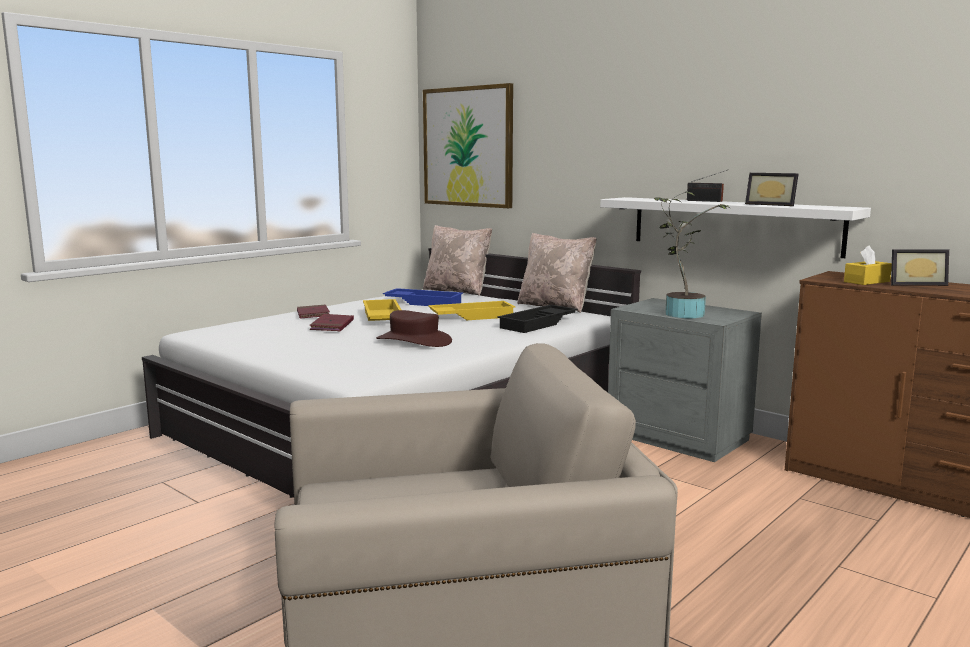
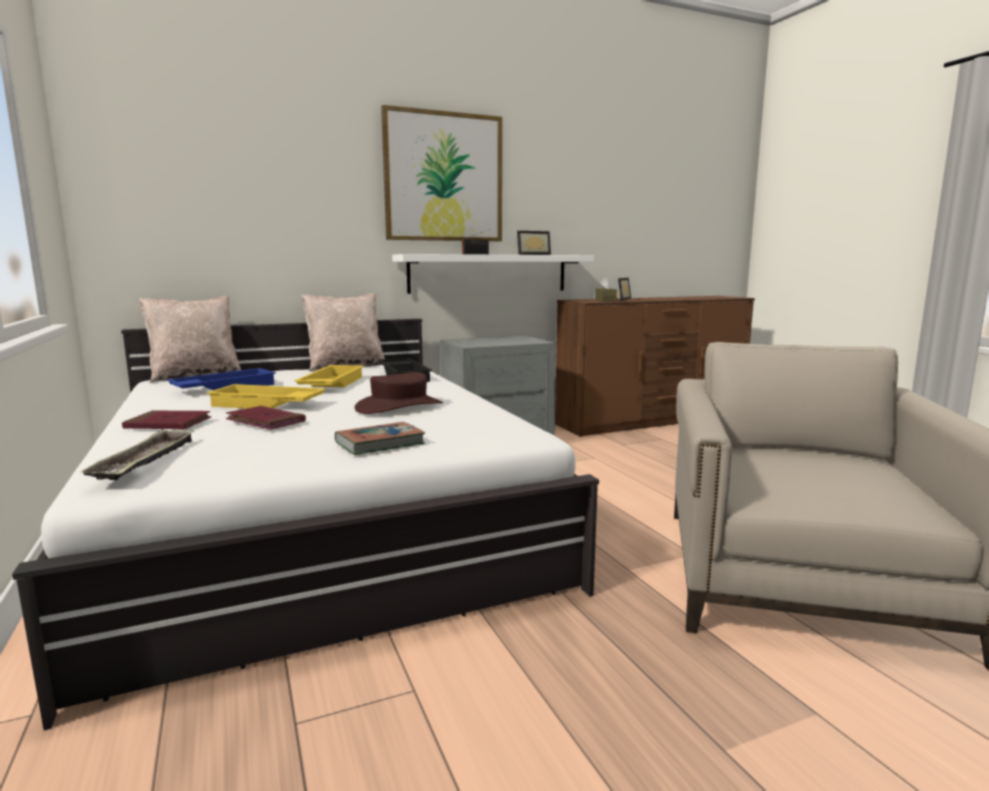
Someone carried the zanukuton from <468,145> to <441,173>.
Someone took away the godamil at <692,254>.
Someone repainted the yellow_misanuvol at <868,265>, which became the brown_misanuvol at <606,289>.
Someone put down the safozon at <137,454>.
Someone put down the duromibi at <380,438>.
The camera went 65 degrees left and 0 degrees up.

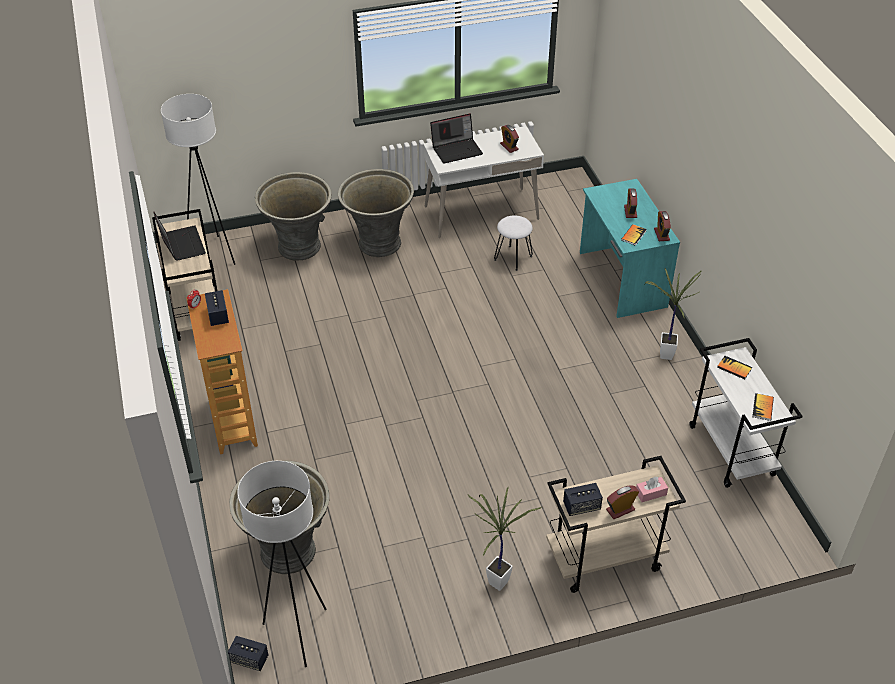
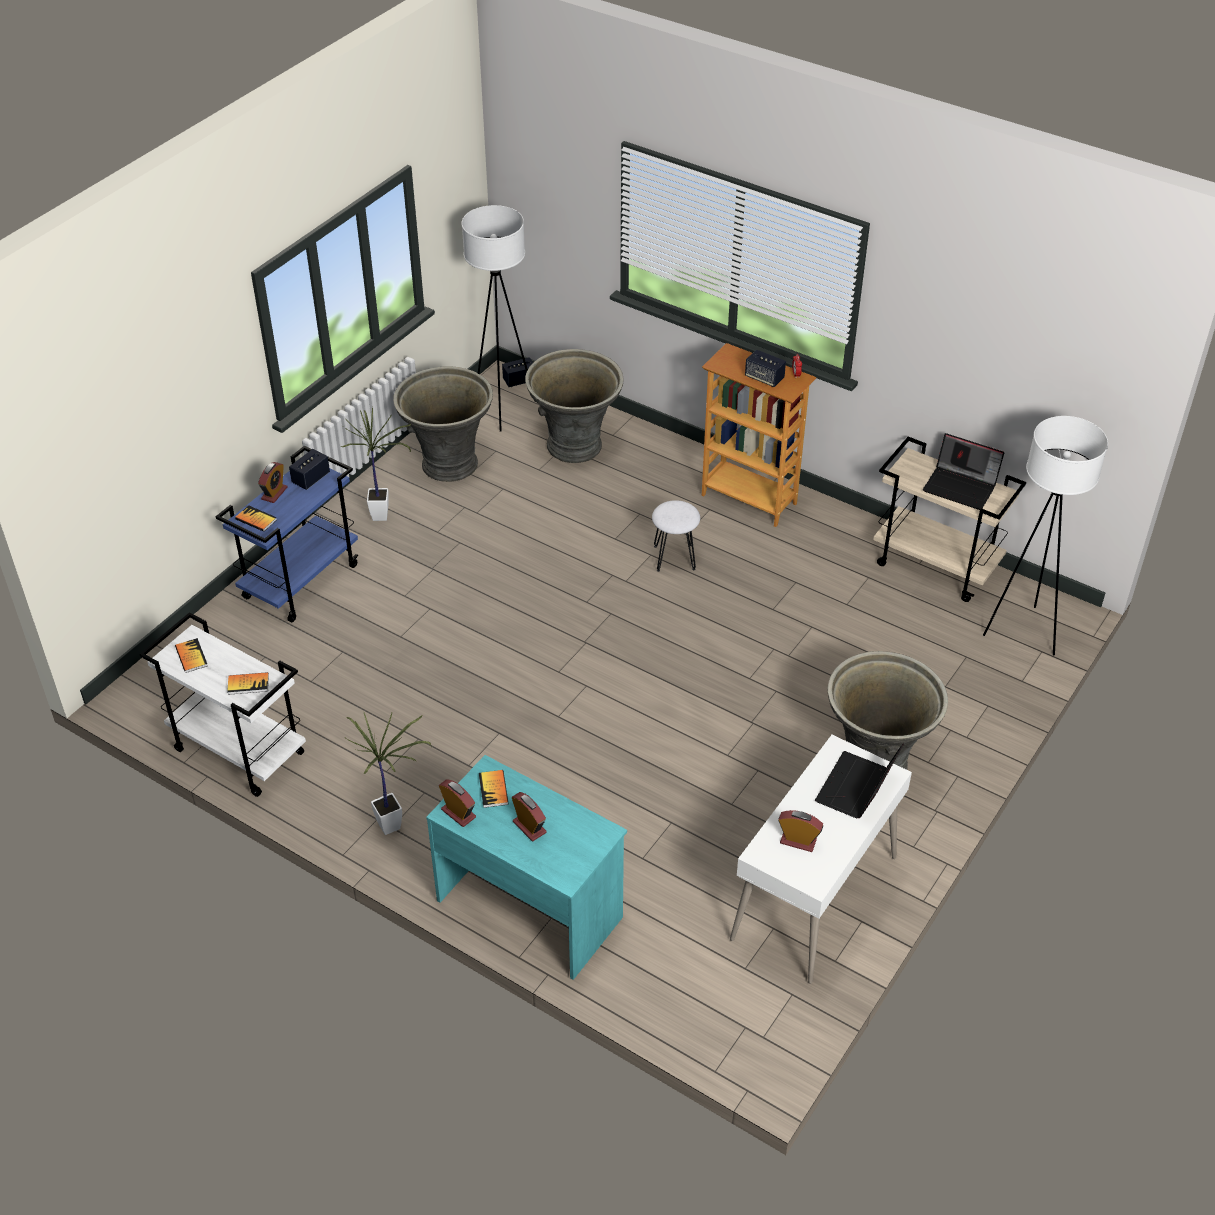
Someone carried the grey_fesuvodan from <293,216> to <443,424>.
Someone carried the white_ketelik from <513,243> to <676,536>.
Someone repainted the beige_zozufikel at <616,524>, which became the blue_zozufikel at <287,534>.
Someone swapped the pink_misanuvol at <652,489> for the duromibi at <256,518>.
The camera went 140 degrees right and 0 degrees up.

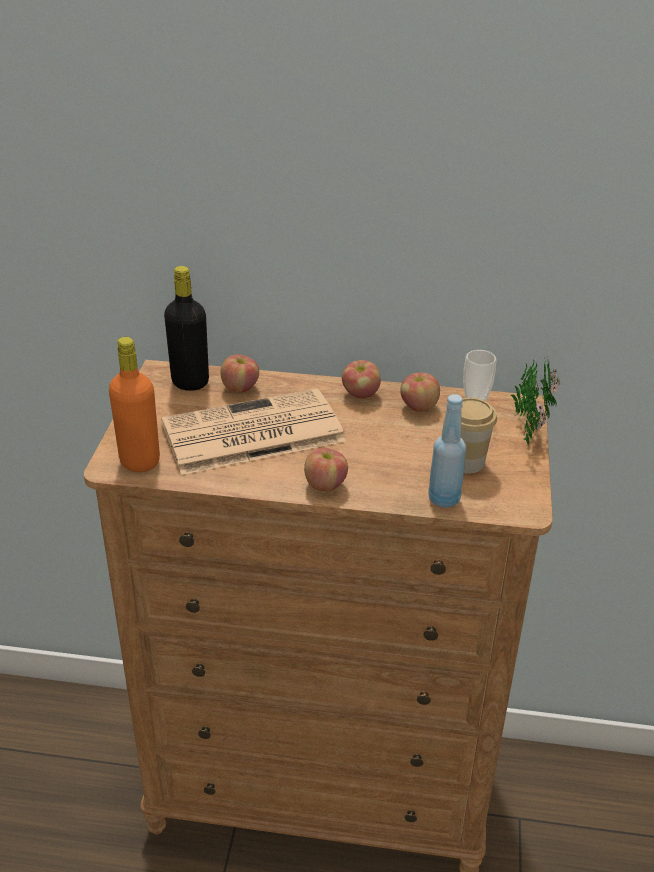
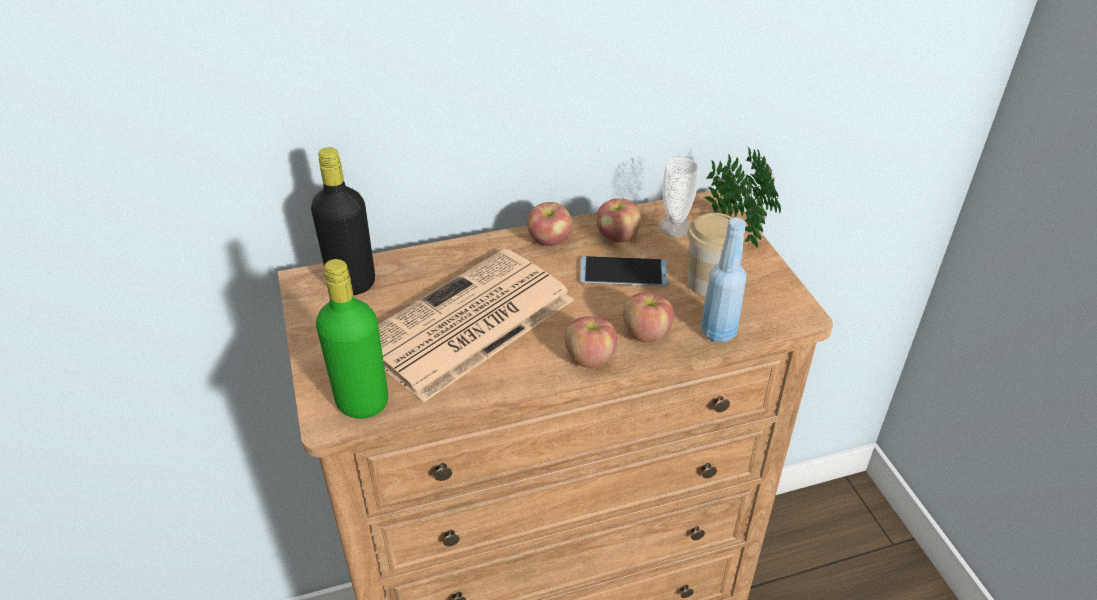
Someone repainted the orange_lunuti at <134,404>, which became the green_lunuti at <352,339>.
Someone carried the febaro from <239,374> to <648,317>.
Someone put down the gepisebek at <624,271>.
The camera went 25 degrees left and 5 degrees up.

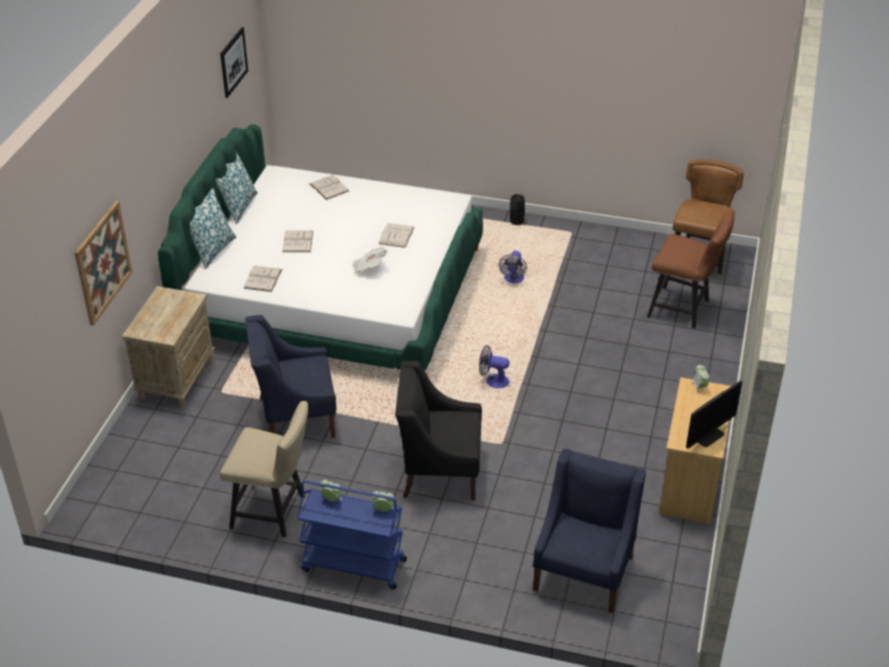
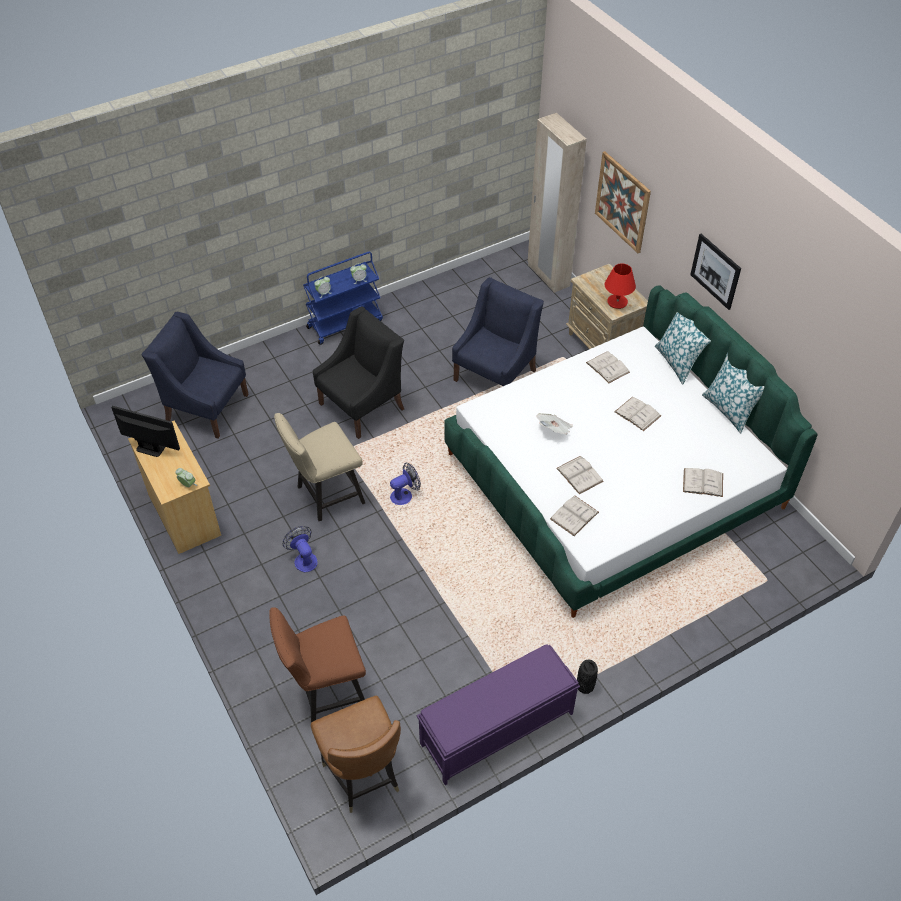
Someone carried the zanukuton from <234,62> to <715,272>.
Someone carried the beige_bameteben from <264,469> to <319,467>.
Someone carried the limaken from <512,267> to <300,549>.
Someone rotated the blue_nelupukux at <589,531> by 135 degrees clockwise.
Someone rotated the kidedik at <714,414> by 105 degrees clockwise.
Someone put down the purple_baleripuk at <498,714>.
Someone put down the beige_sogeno at <557,203>.
Someone put down the white_duromibi at <574,516>.
Someone put down the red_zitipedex at <620,286>.
The camera went 135 degrees right and 10 degrees up.

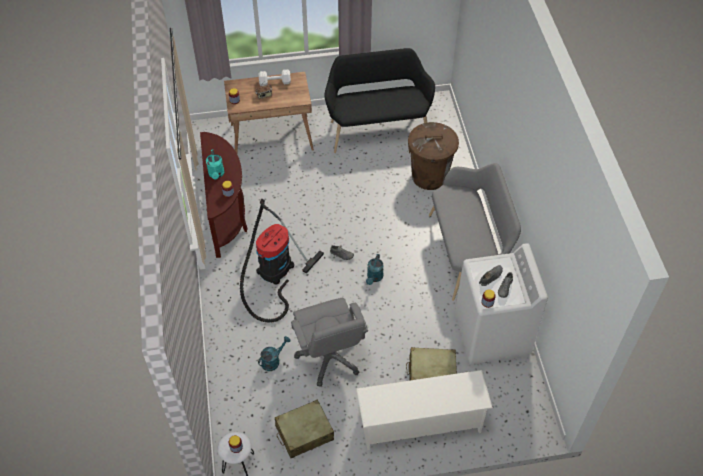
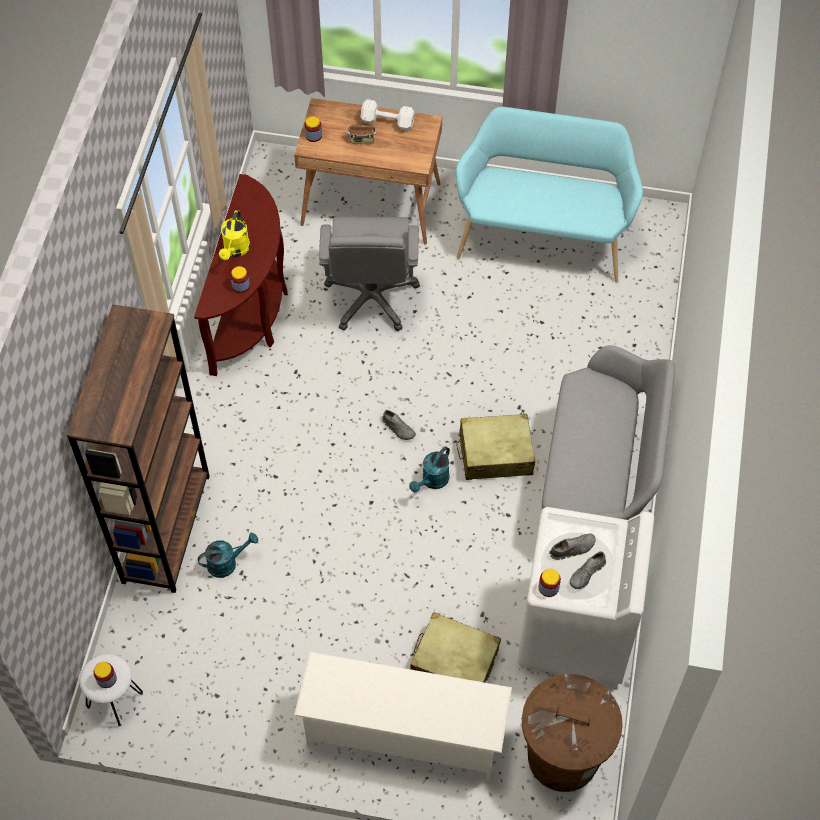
Someone repainted the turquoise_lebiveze at <215,164>, which became the yellow_lebiveze at <234,235>.
Someone took away the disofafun at <282,261>.
Someone carried the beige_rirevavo from <304,429> to <495,447>.
Someone carried the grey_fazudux from <329,342> to <369,273>.
Someone repainted the black_baleripuk at <379,100>, which became the turquoise_baleripuk at <549,194>.
Someone carried the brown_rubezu from <433,156> to <572,733>.
Someone put down the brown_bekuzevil at <138,448>.
The camera went 20 degrees right and 5 degrees up.

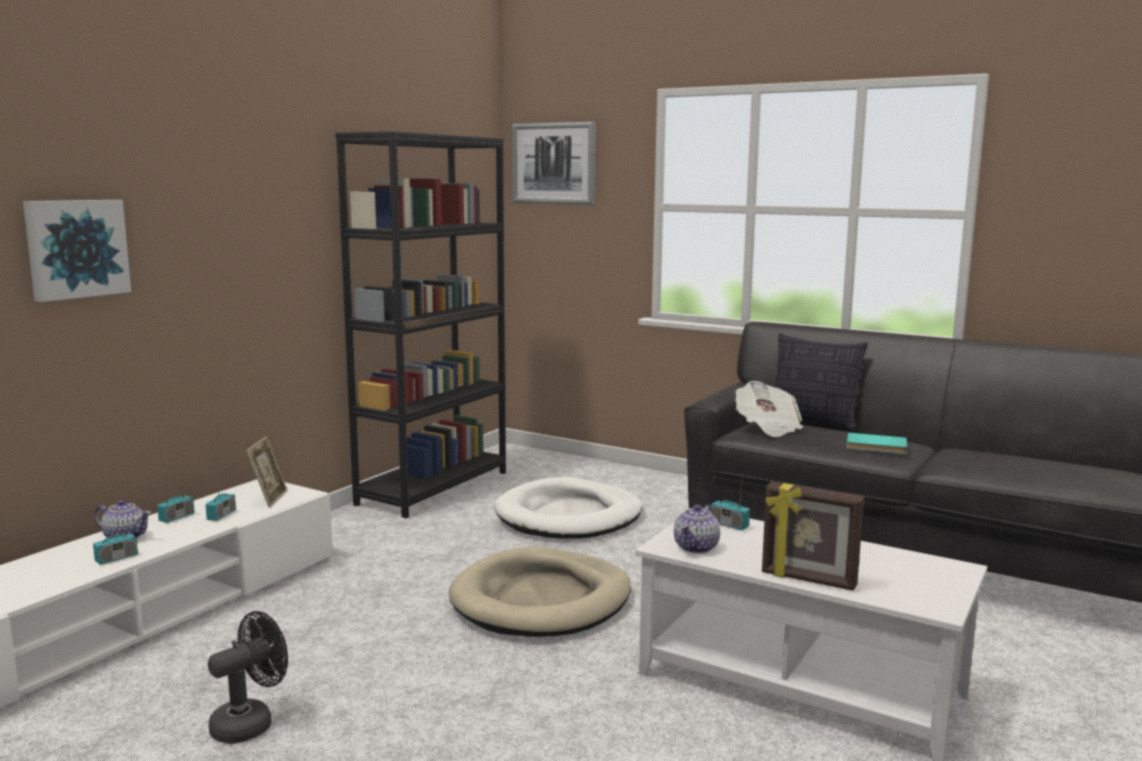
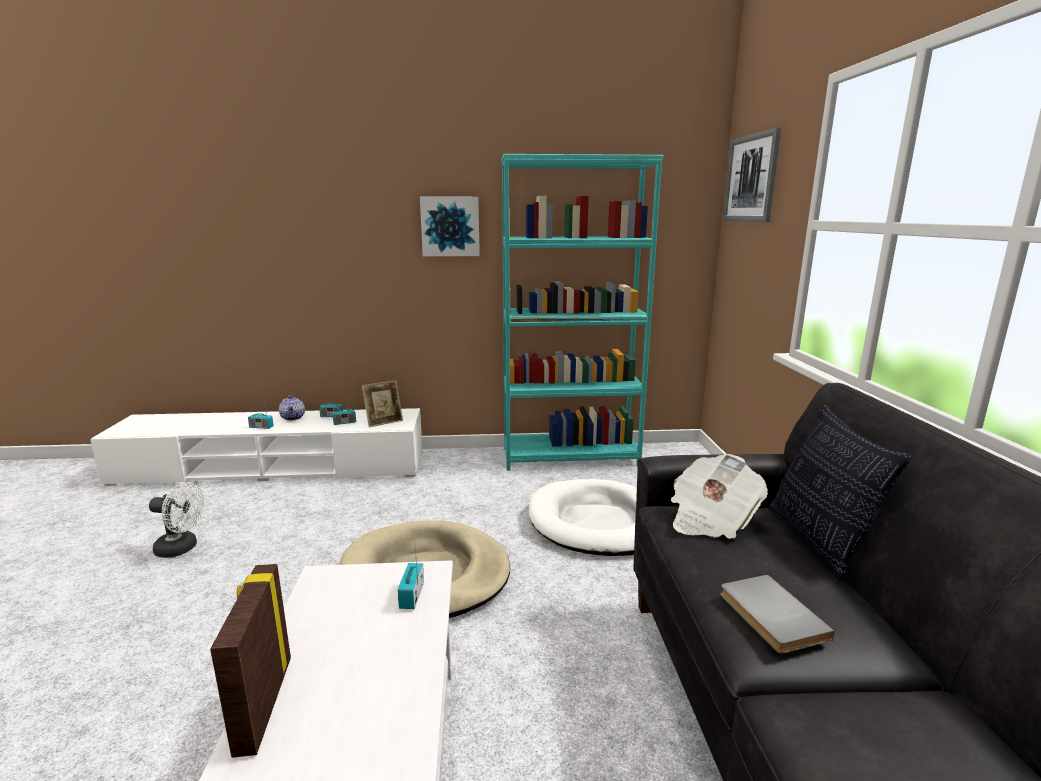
Someone carried the zanukuton from <77,251> to <450,226>.
Someone repainted the black_limaken at <248,677>, which became the white_limaken at <176,520>.
Someone repainted the black_bekuzevil at <420,324>, which became the turquoise_bekuzevil at <582,312>.
Someone took away the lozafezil at <697,529>.
Someone repainted the turquoise_duromibi at <876,443>, which became the grey_duromibi at <777,614>.
The camera went 55 degrees right and 5 degrees up.

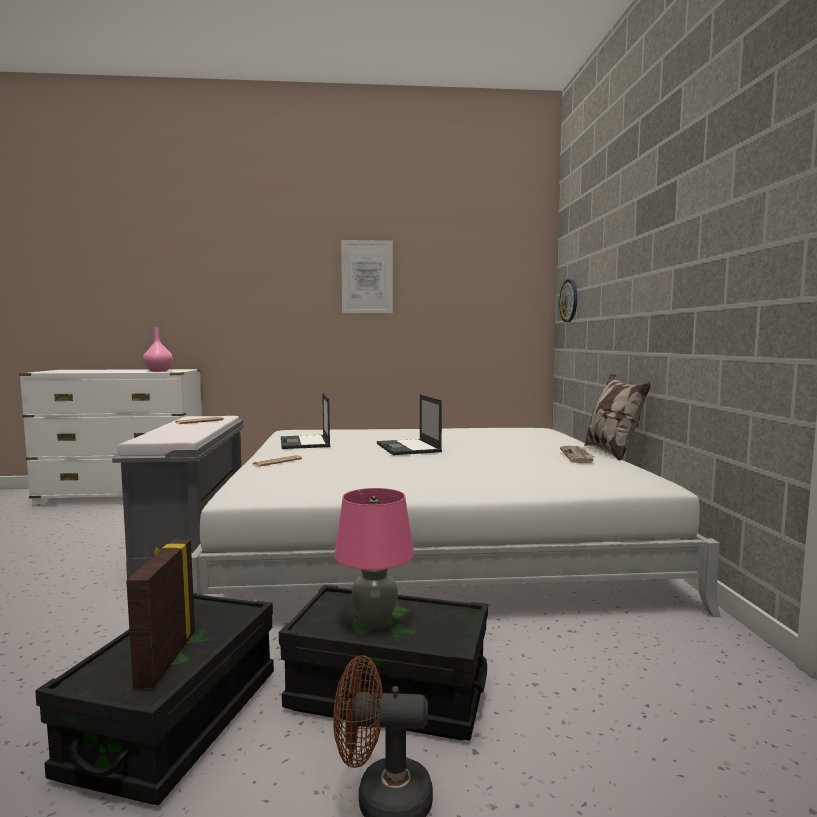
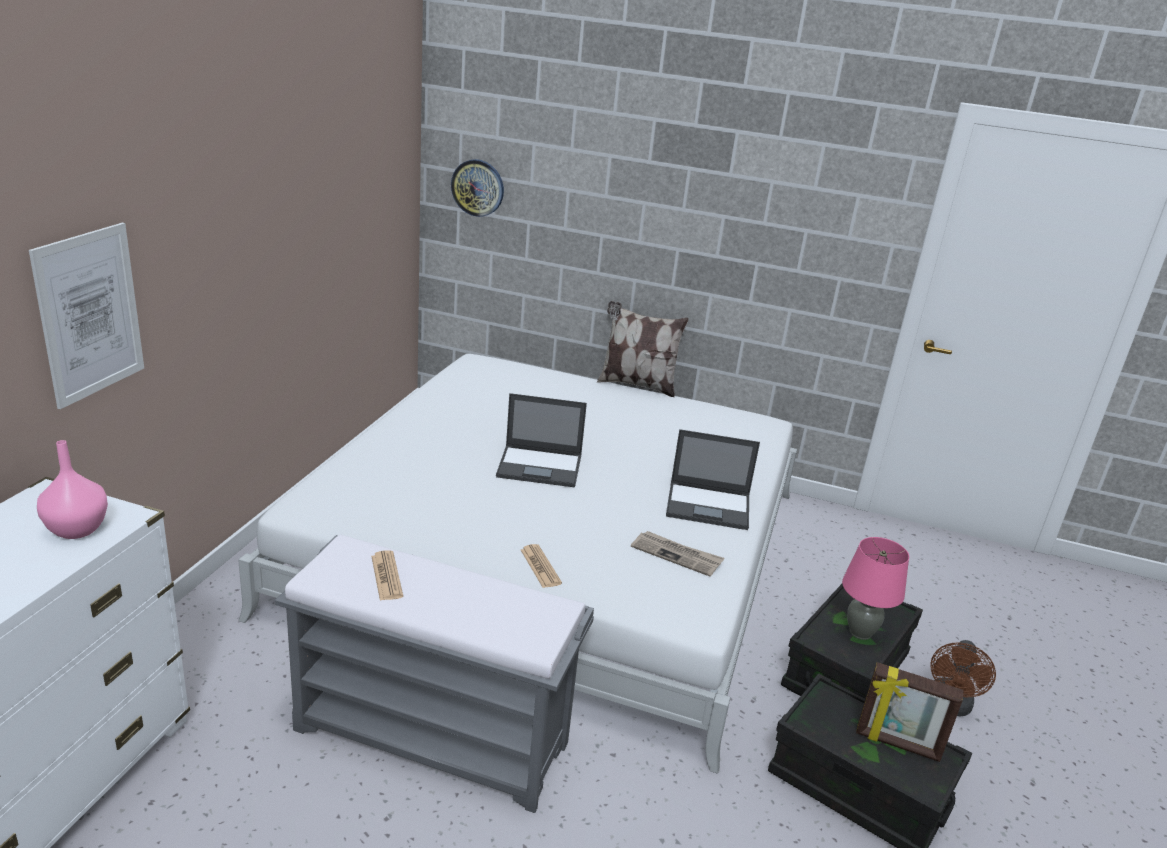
Someone carried the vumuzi from <305,421> to <713,479>.
Someone carried the zanukuton from <367,276> to <86,316>.
Someone carried the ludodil from <577,454> to <677,553>.
The camera went 70 degrees left and 20 degrees up.

